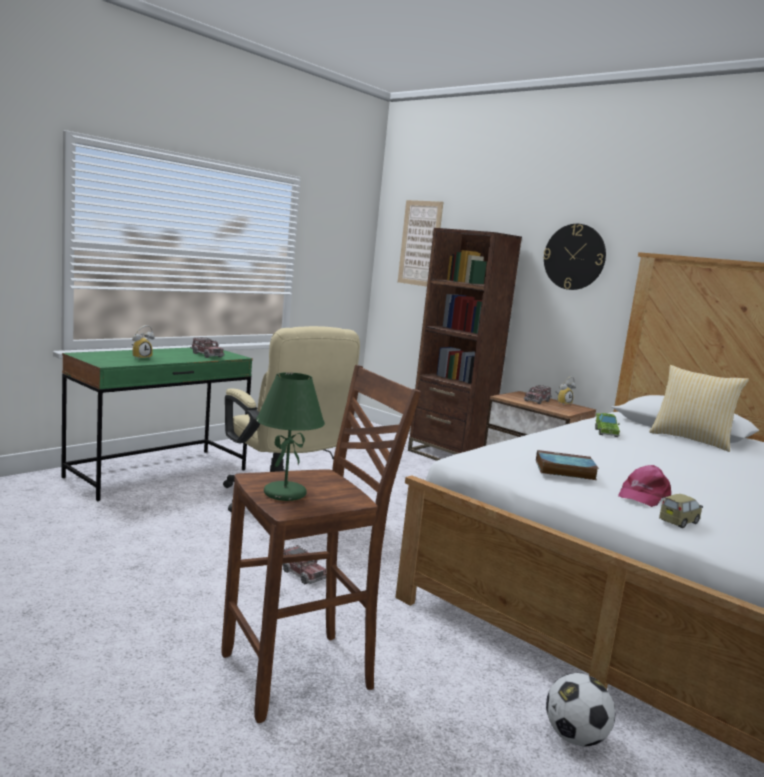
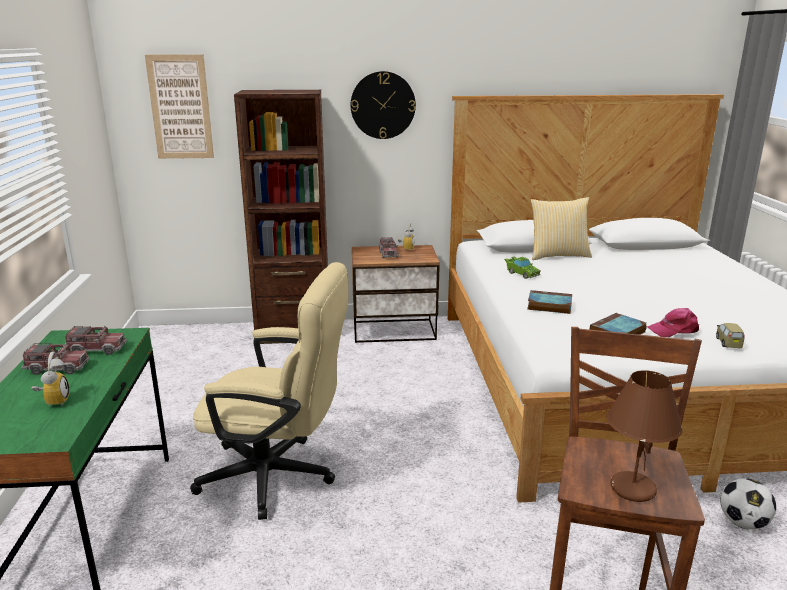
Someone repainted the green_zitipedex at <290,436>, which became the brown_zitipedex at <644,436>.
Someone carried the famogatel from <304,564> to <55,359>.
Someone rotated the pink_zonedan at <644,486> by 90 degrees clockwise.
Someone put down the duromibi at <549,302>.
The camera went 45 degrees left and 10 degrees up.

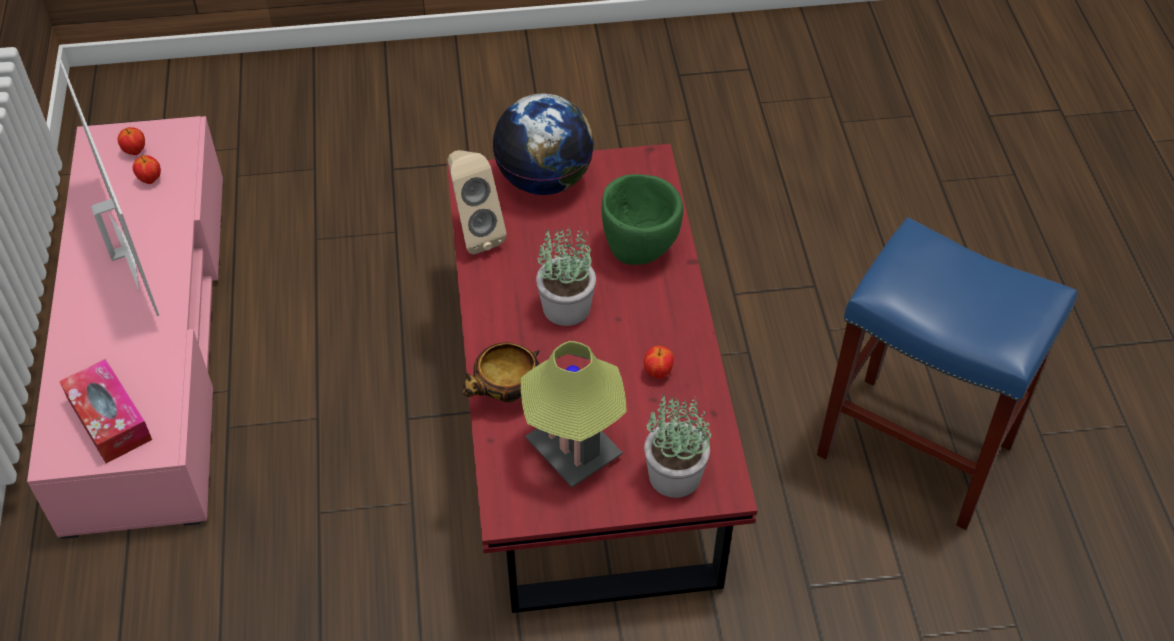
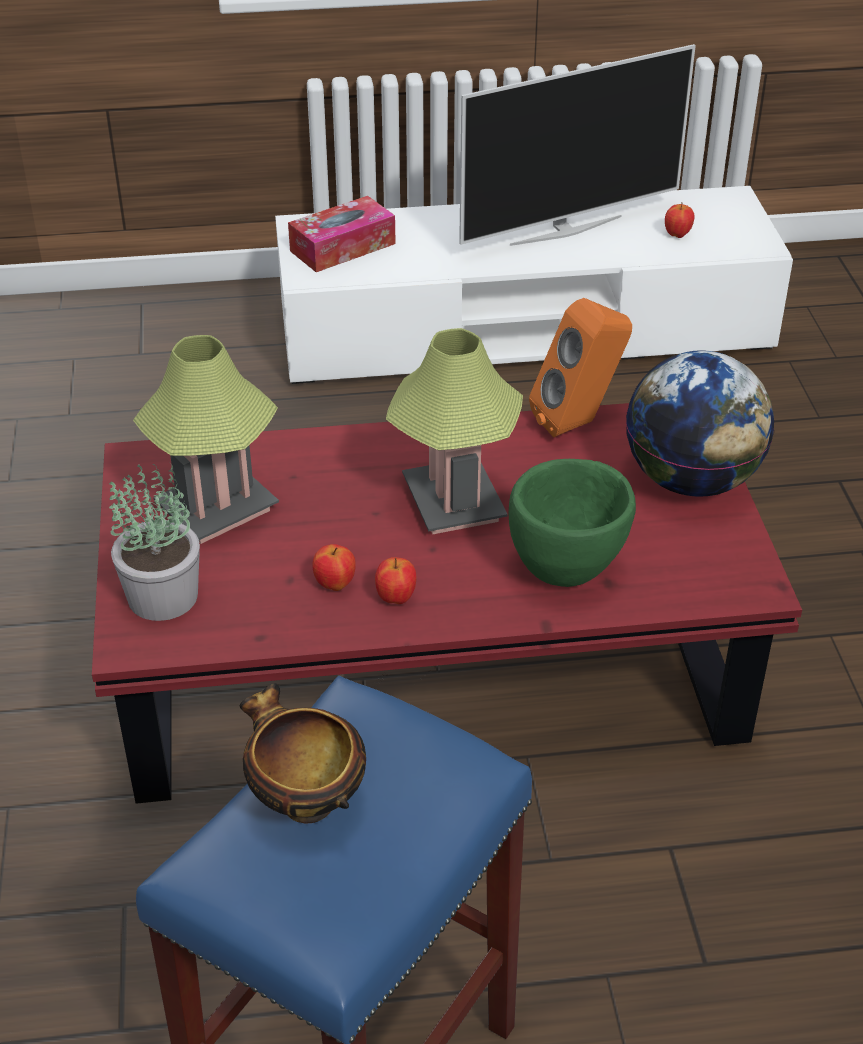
Someone repainted the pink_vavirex at <125,327>, which became the white_vavirex at <534,285>.
Someone carried the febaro from <131,141> to <395,580>.
Someone repainted the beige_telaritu at <477,202>, which became the orange_telaritu at <580,367>.
Someone carried the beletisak from <500,372> to <302,753>.
Someone swapped the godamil at <566,275> for the zitipedex at <454,431>.
The camera went 90 degrees right and 10 degrees down.

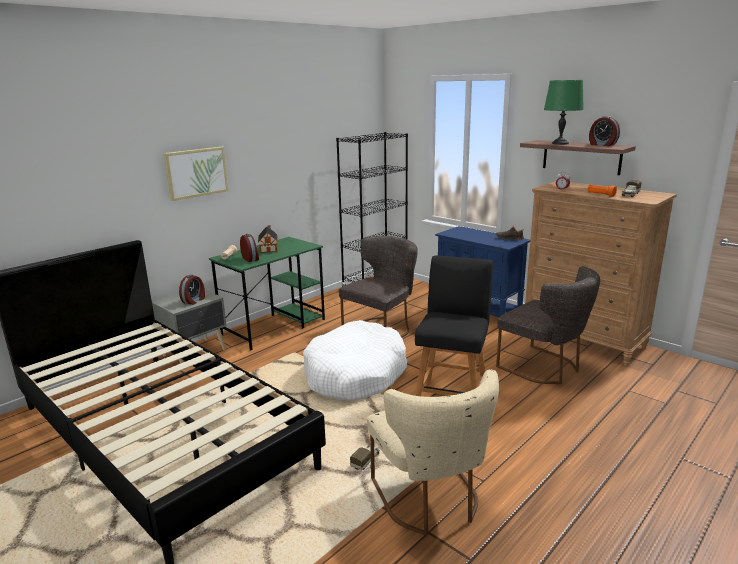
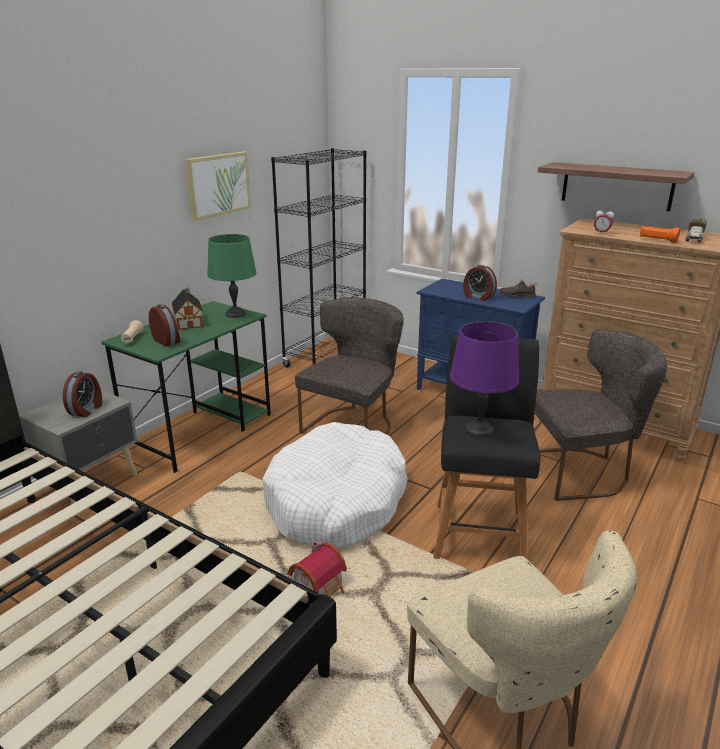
Someone carried the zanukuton from <196,174> to <218,186>.
Someone took away the famogatel at <365,457>.
Someone rotated the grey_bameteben at <548,325> by 45 degrees counterclockwise.
Someone carried the green_zitipedex from <564,112> to <232,276>.
Someone carried the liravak from <604,131> to <480,283>.
Someone put down the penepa at <317,569>.
Someone put down the purple_zitipedex at <484,379>.
The camera went 10 degrees left and 5 degrees up.

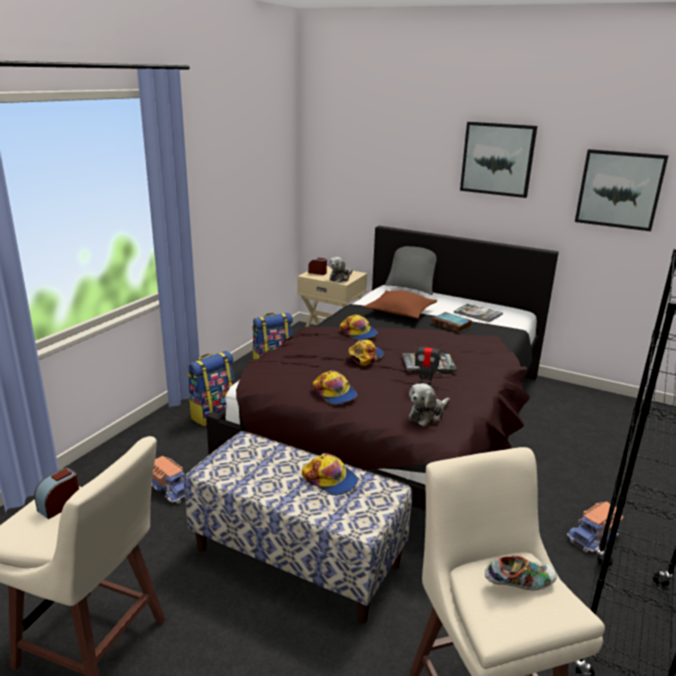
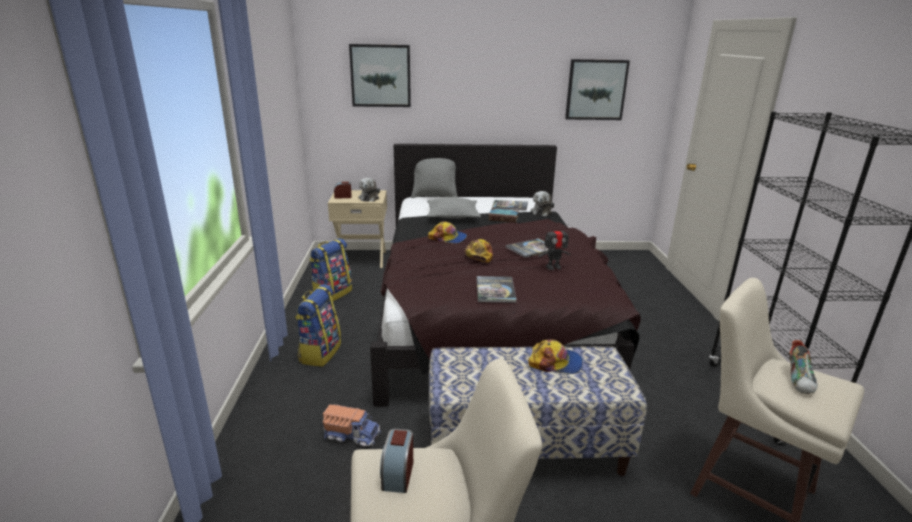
Someone swapped the zonedan at <334,387> for the duromibi at <496,289>.
Someone repainted the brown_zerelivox at <400,304>, which became the grey_zerelivox at <454,208>.
Someone carried the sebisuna from <429,405> to <542,204>.
Someone carried the zanukuton from <498,160> to <380,75>.
Someone rotated the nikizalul at <521,573> by 150 degrees clockwise.
Someone took away the famogatel at <595,526>.
The camera went 30 degrees left and 0 degrees up.

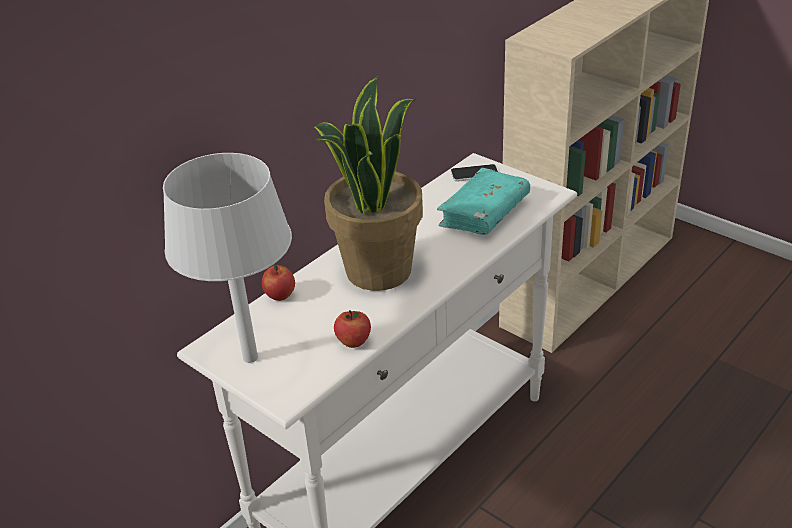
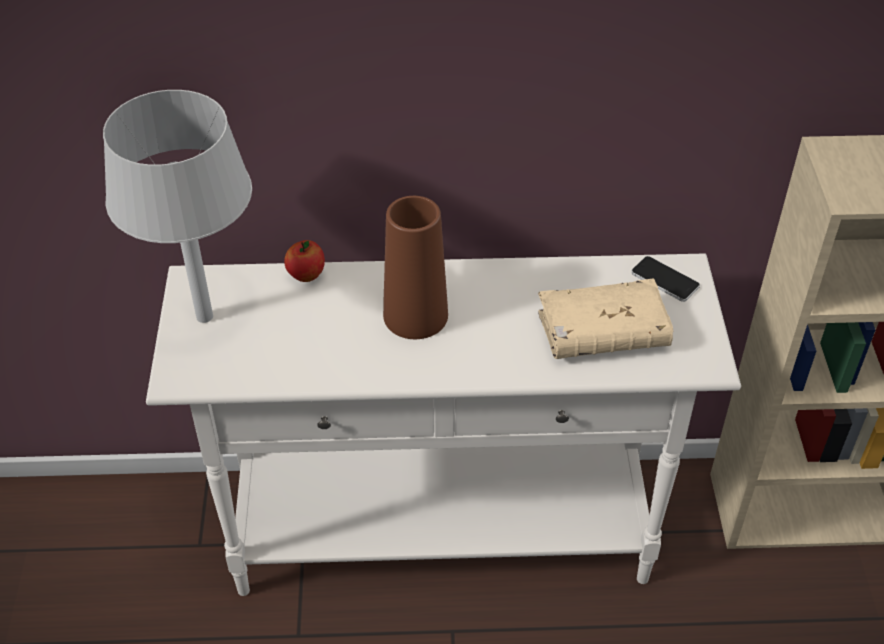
Someone swapped the godamil at <368,183> for the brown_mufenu at <415,267>.
Someone took away the febaro at <352,329>.
Someone repainted the turquoise_duromibi at <483,201>, which became the beige_duromibi at <606,318>.
The camera went 45 degrees right and 10 degrees up.

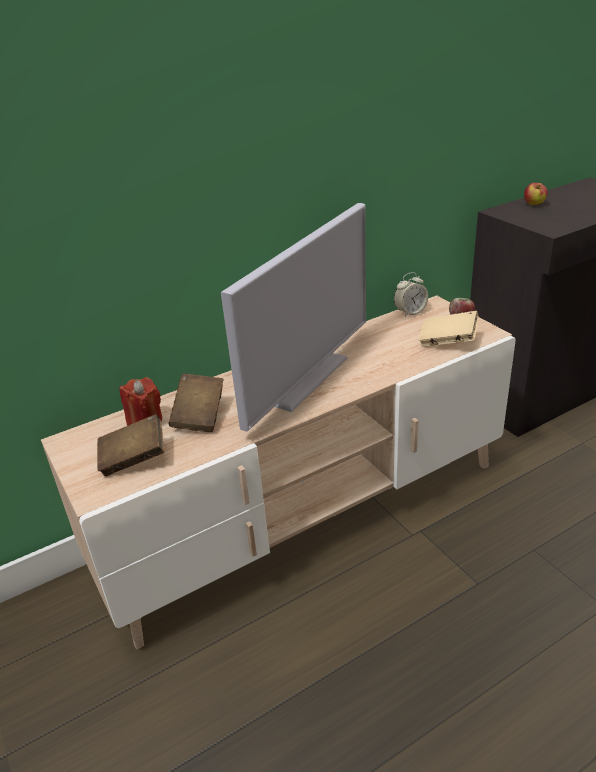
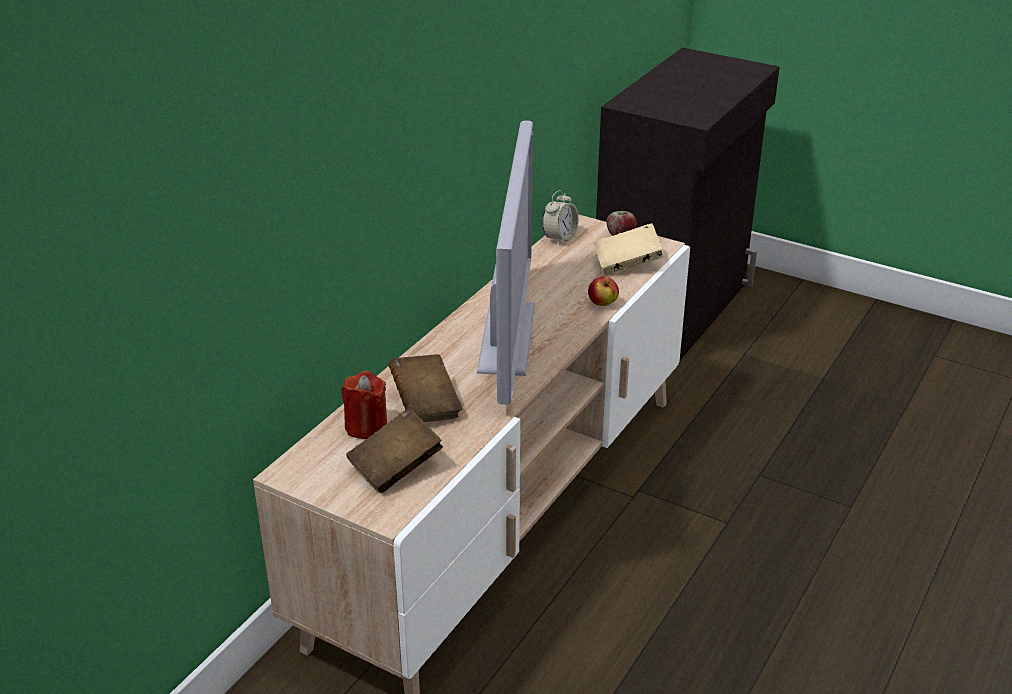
Someone carried the febaro from <536,194> to <603,291>.
The camera went 30 degrees left and 0 degrees up.

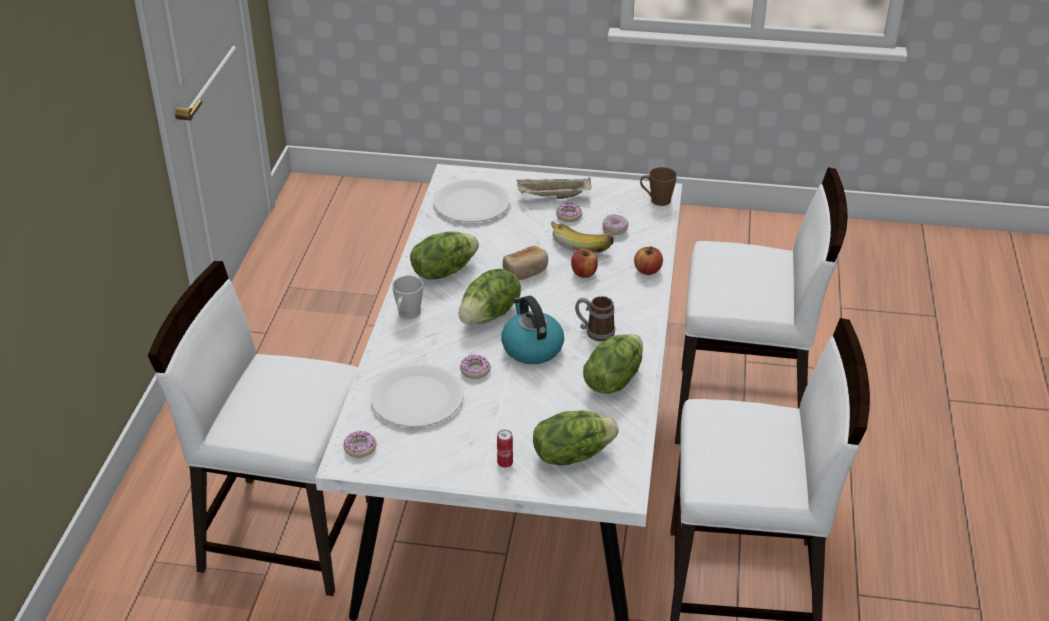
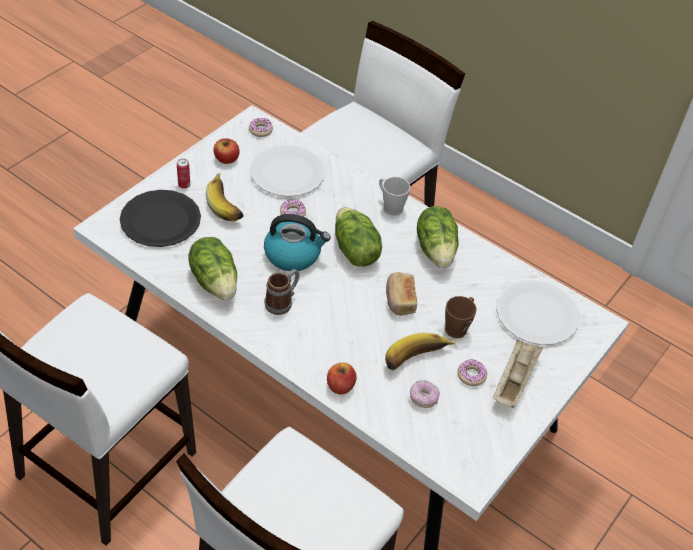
Someone swapped the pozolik at <576,438> for the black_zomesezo at <160,218>.
Someone carried the febaro from <584,263> to <226,151>.
Someone carried the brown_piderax from <658,186> to <461,317>.
Someone put down the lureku at <225,197>.
The camera went 115 degrees right and 10 degrees up.

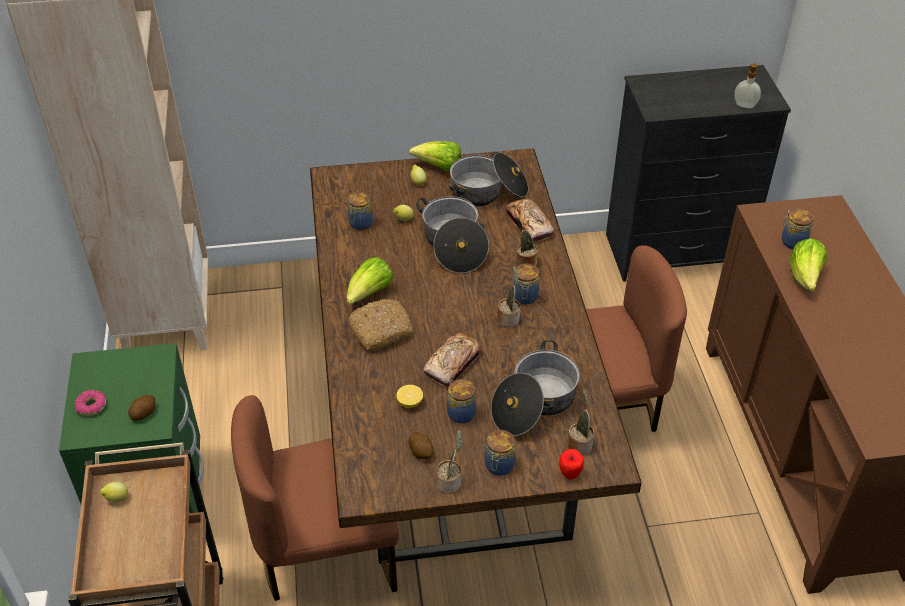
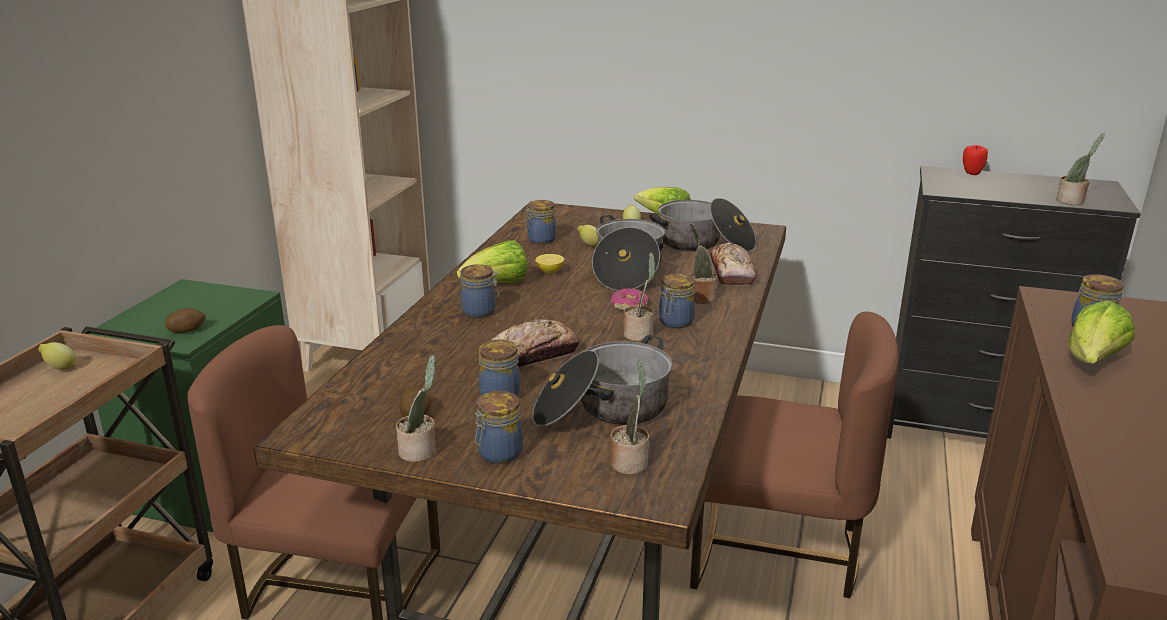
Someone carried the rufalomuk from <90,403> to <630,299>.
Someone swapped the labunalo at <381,325> for the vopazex at <479,291>.
Someone carried the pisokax from <410,396> to <549,263>.
Someone carried the febaro from <571,464> to <975,160>.
Someone swapped the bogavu at <747,85> for the godamil at <1080,169>.
The camera went 25 degrees right and 20 degrees down.

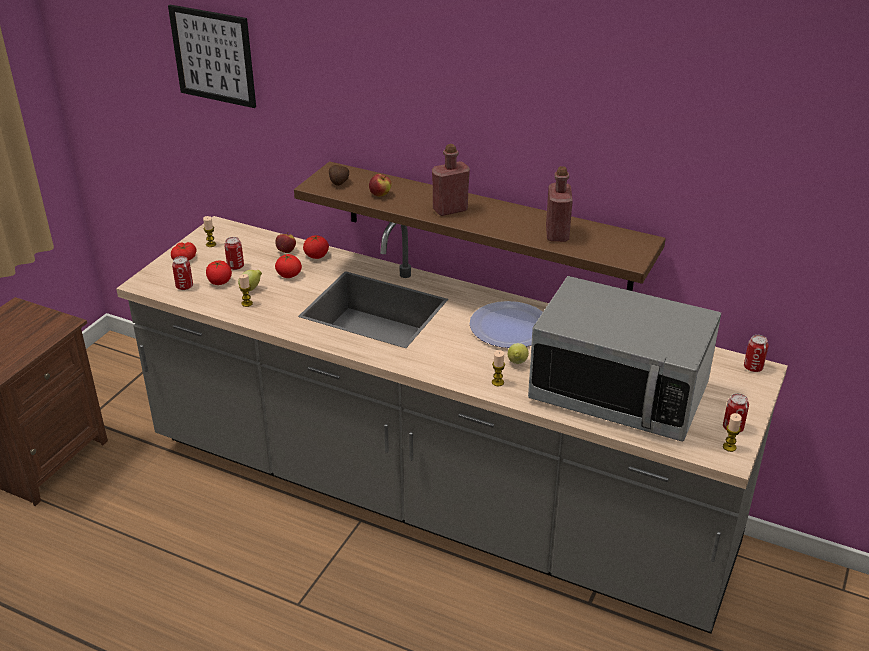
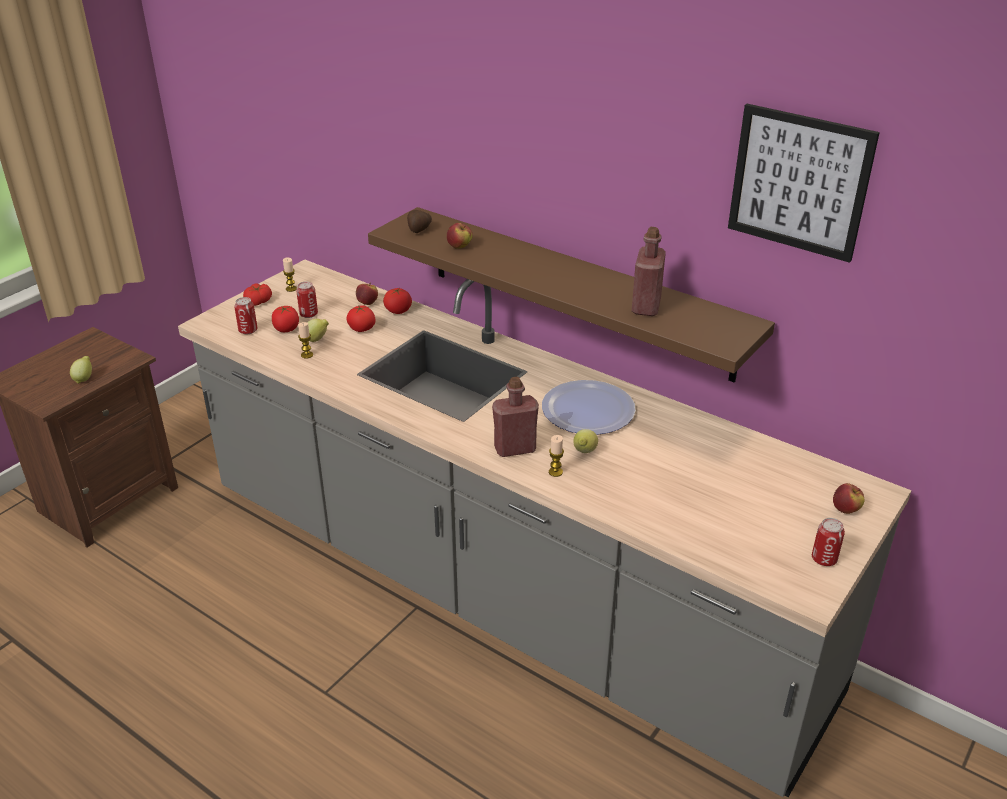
Someone carried the zanukuton from <212,56> to <804,183>.
Someone carried the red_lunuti from <451,180> to <515,417>.
Someone took away the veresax at <624,358>.
Someone took away the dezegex at <732,432>.
Someone took away the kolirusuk at <756,353>.
Someone put down the pisokax at <81,370>.
Someone put down the febaro at <849,498>.
The camera went 10 degrees right and 0 degrees up.

